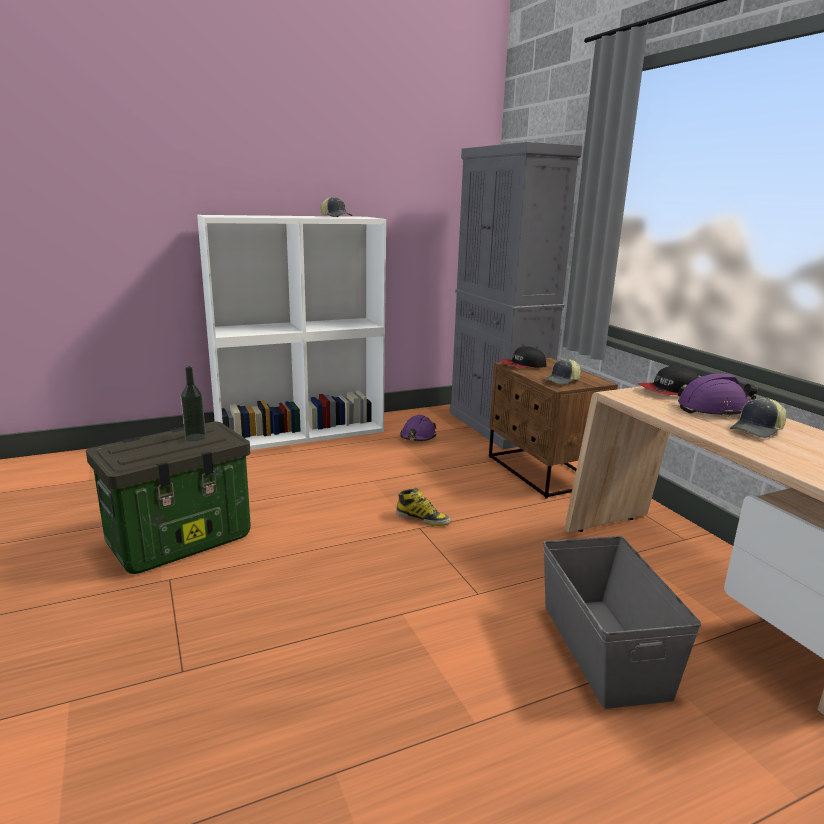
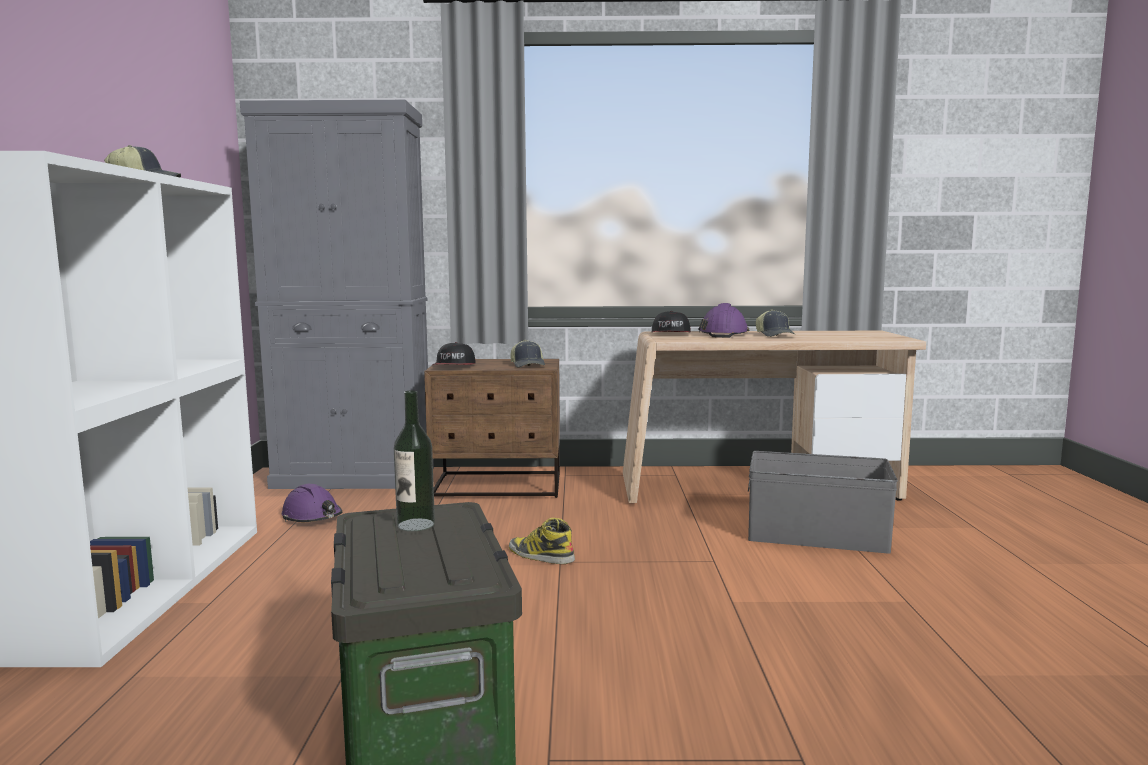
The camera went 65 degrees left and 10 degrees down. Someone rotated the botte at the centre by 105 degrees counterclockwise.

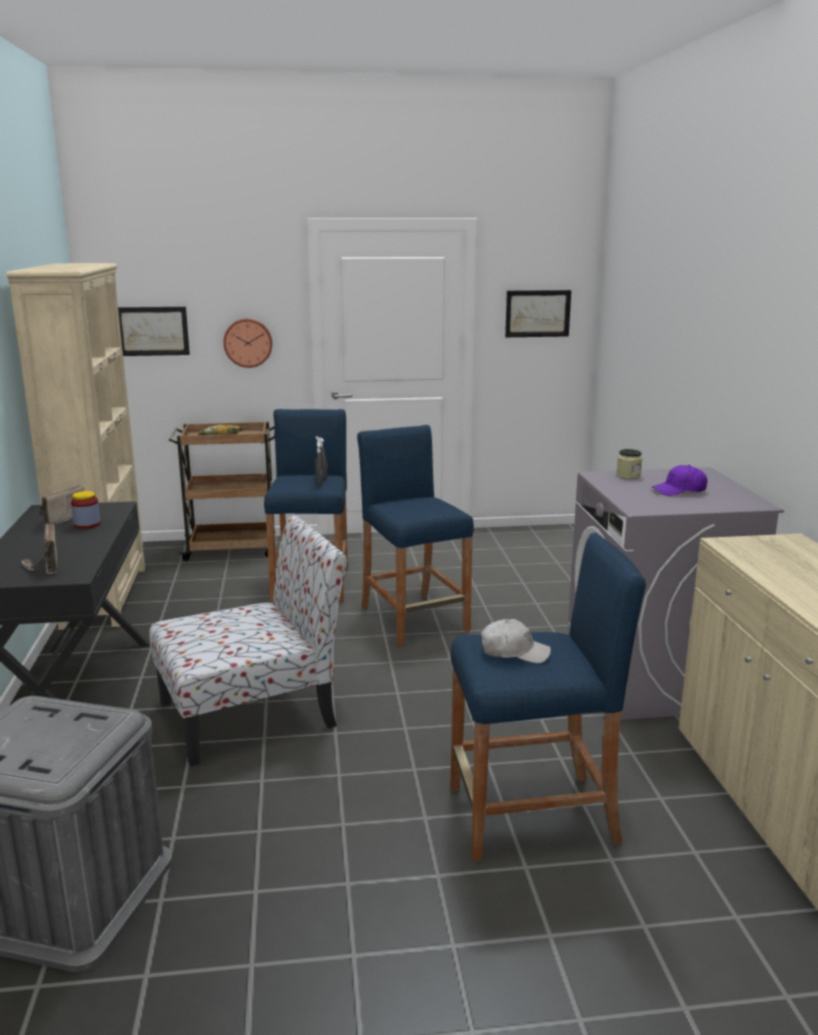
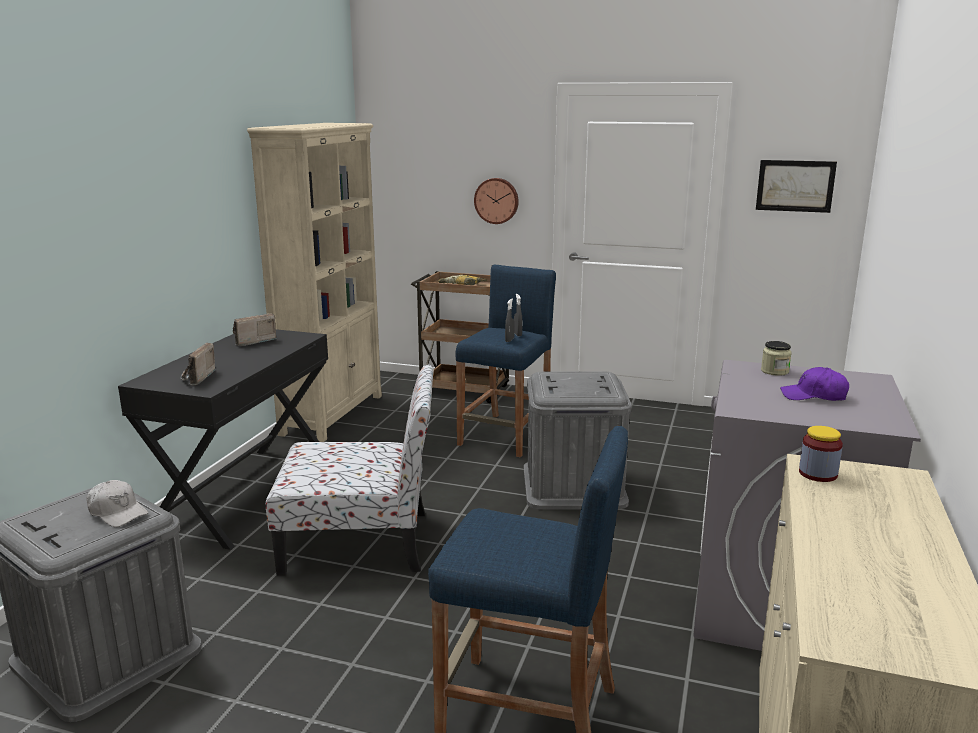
The camera went 25 degrees right and 0 degrees up. Someone carried the casquette [blanc] from the centre to the bottom left. Someone swapped the tabouret [bleu] (no. 2 from left) at the centre for the boîte de rangement [gris] (no. 2 from left) at the centre. Someone carried the bocal (no. 1 from left in the first image) from the middle left to the middle right. Someone took away the tableau (no. 1 from left) at the top left.

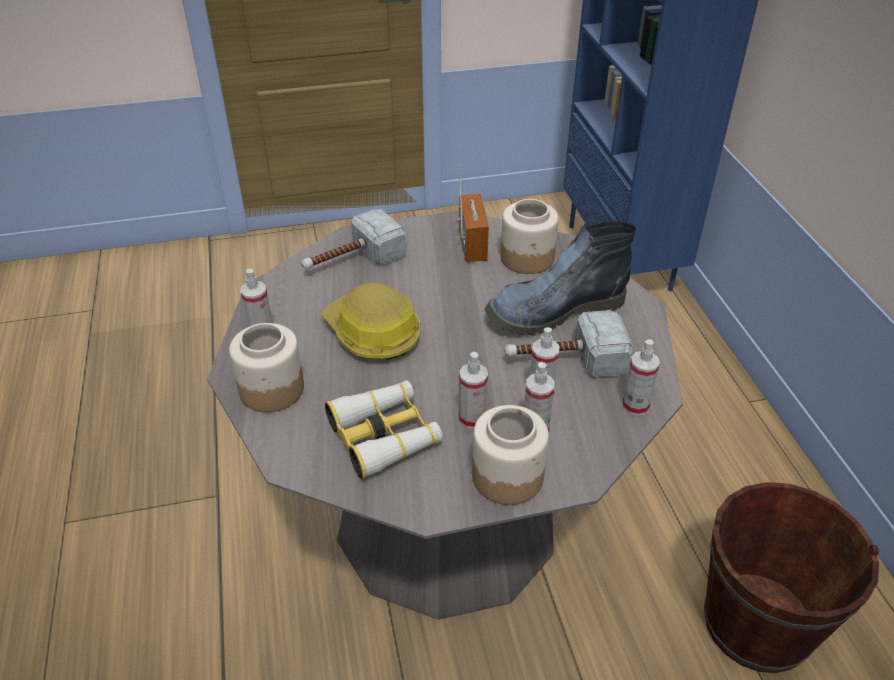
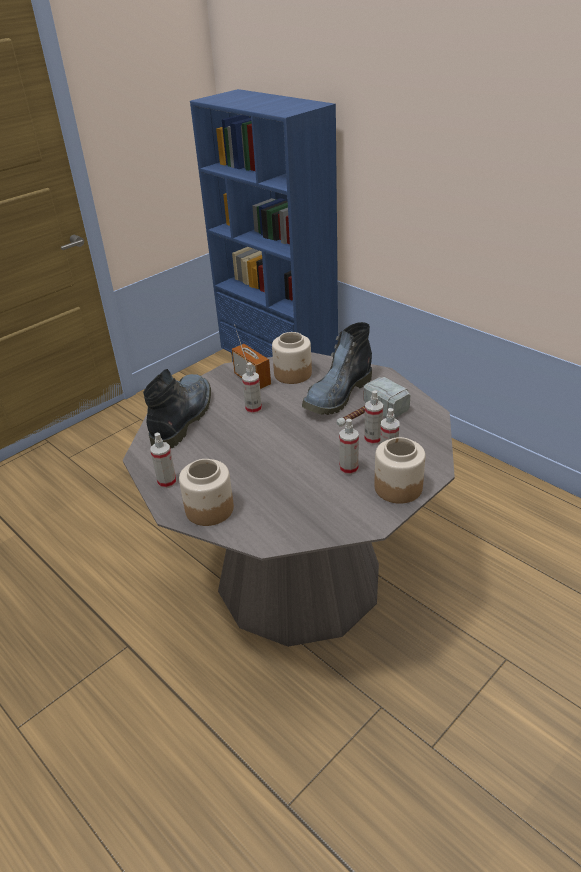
The camera went 30 degrees left and 5 degrees down. Someone swapped the marteau (no. 1 from left) at the centre for the botte (no. 1 from left) at the middle left. Someone carried the vaporisateur (no. 5 from left in the first image) from the middle right to the centre. Someone took away the casque de chantier at the centre. Someone took away the jumelles at the centre. Someone took away the seau [marron] at the bottom right.

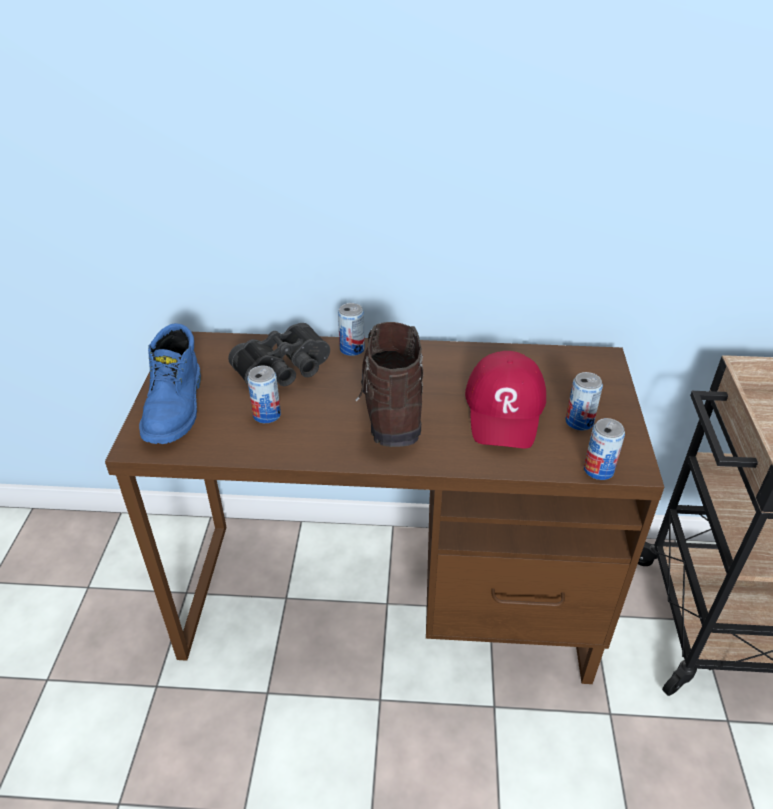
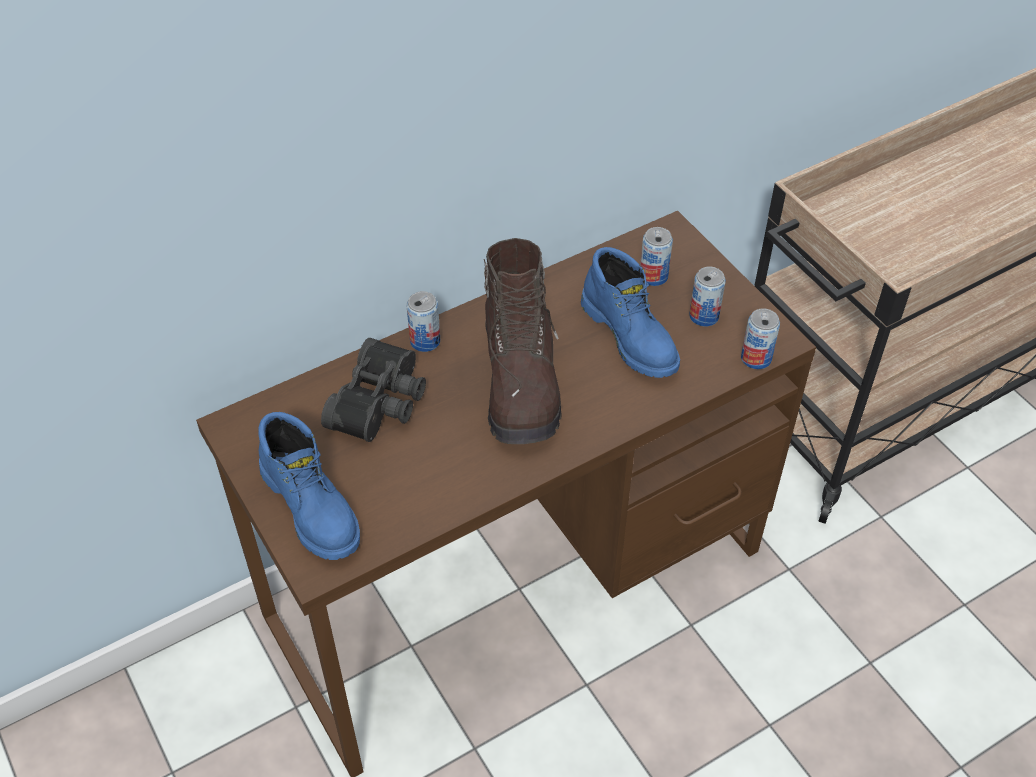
The camera went 35 degrees left and 10 degrees up. Someone rotated the botte [marron] at the centre by 150 degrees counterclockwise. Someone swapped the casquette [rouge] at the centre for the botte [bleu] (no. 2 from left) at the centre. Someone carried the boîte métallique (no. 1 from left in the first image) from the centre to the top centre.

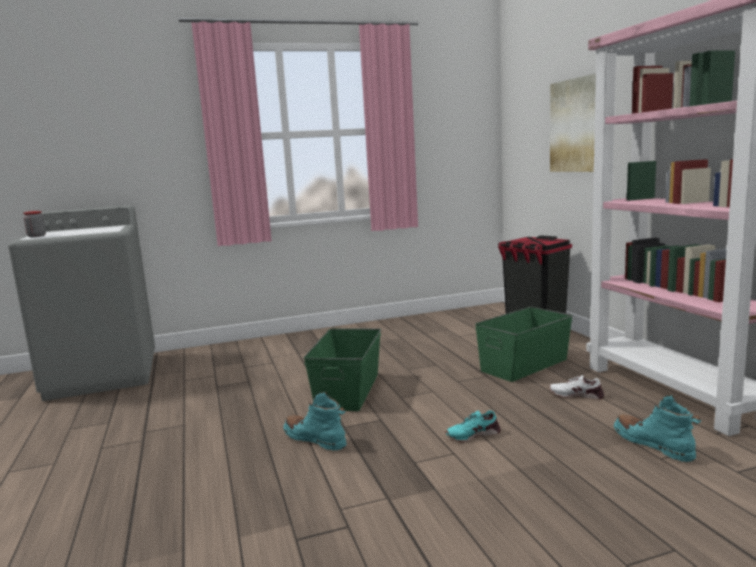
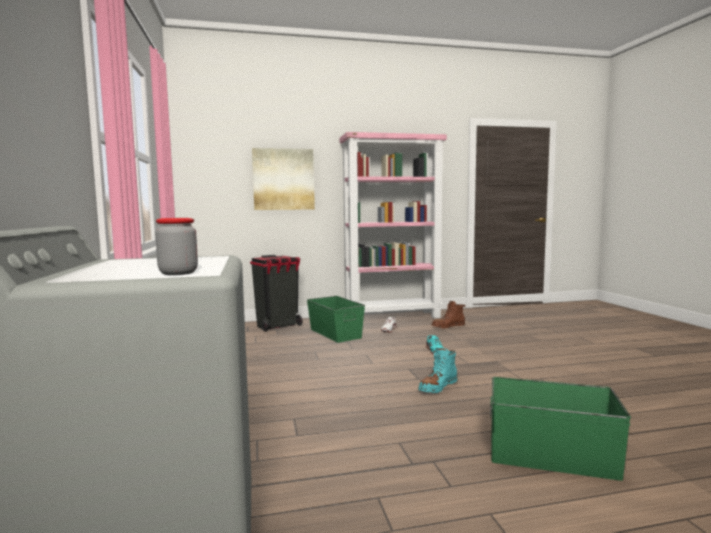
The camera went 85 degrees left and 5 degrees down. Someone repainted the botte [turquoise] (no. 2 from left) at the bottom right, which became the botte [marron] at the centre. Someone carried the boîte de rangement [vert] (no. 1 from left in the first image) from the centre to the bottom right.

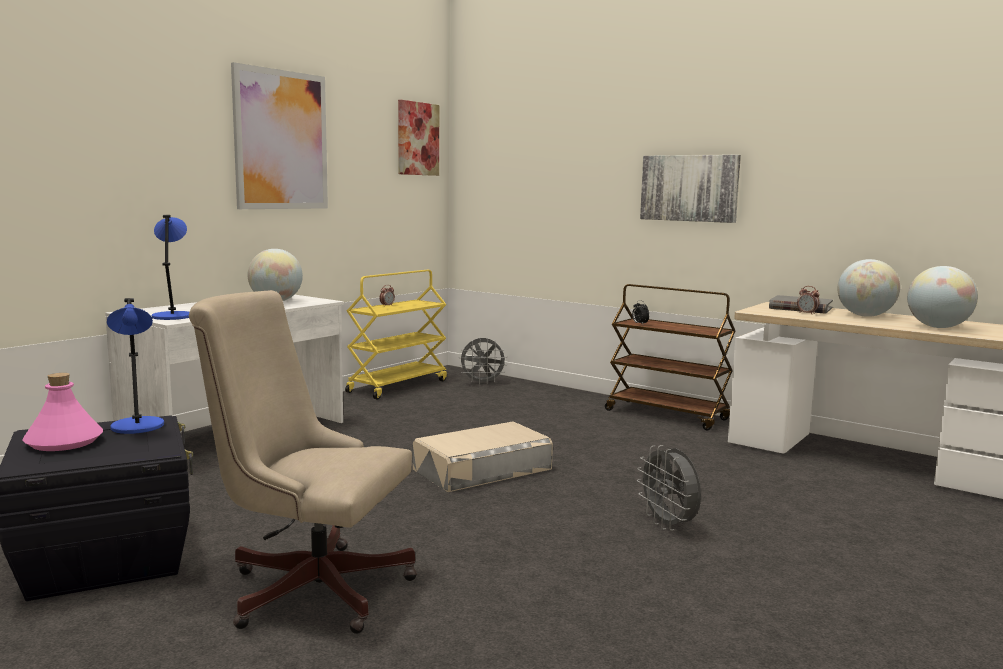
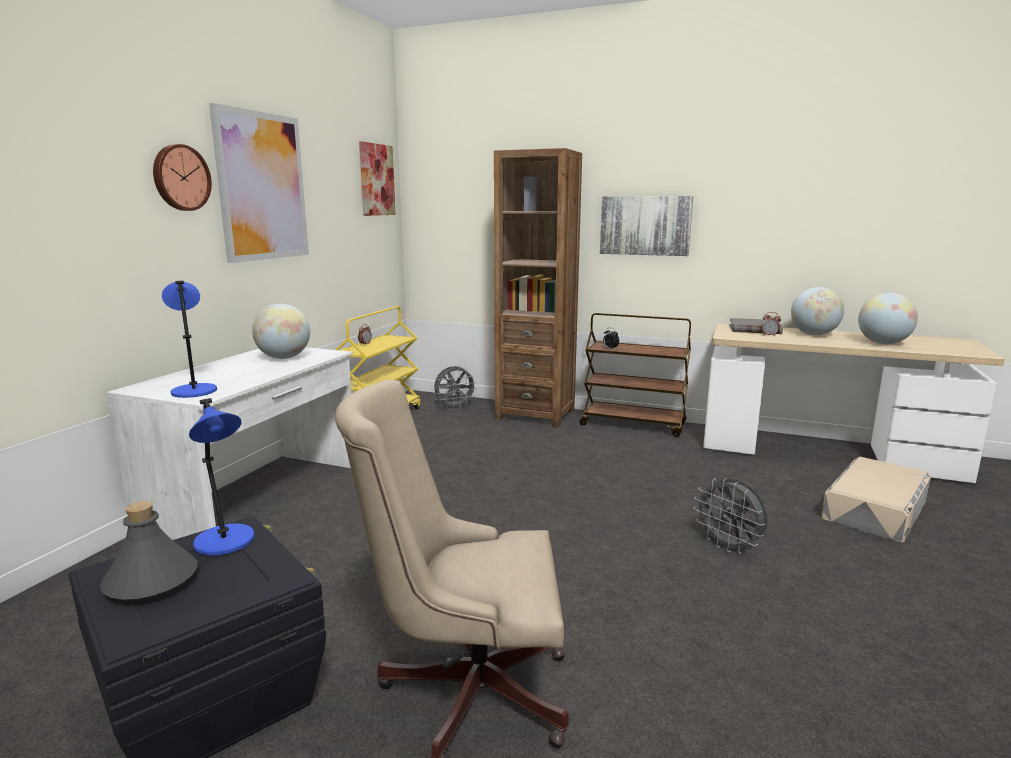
The camera went 15 degrees left and 5 degrees up. Someone repainted the bouteille [rose] at the middle left, which became the bouteille [gris] at the bottom left. Someone put up the horloge murale at the top left. Someone put down the bibliothèque [marron] at the centre. Someone carried the boîte de rangement [beige] from the bottom centre to the middle right.

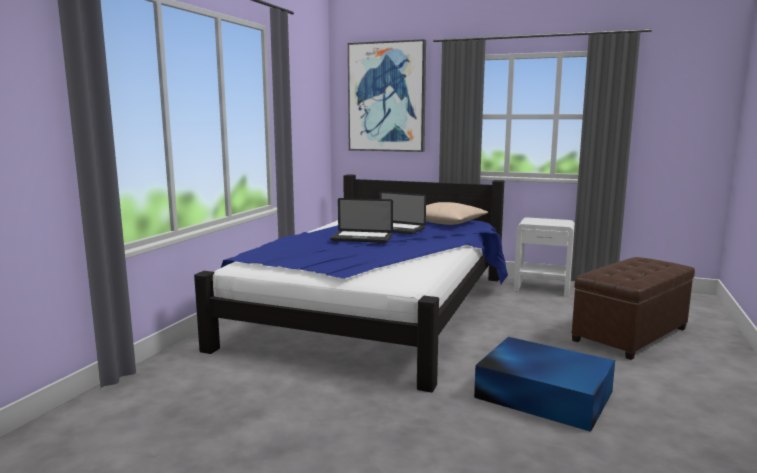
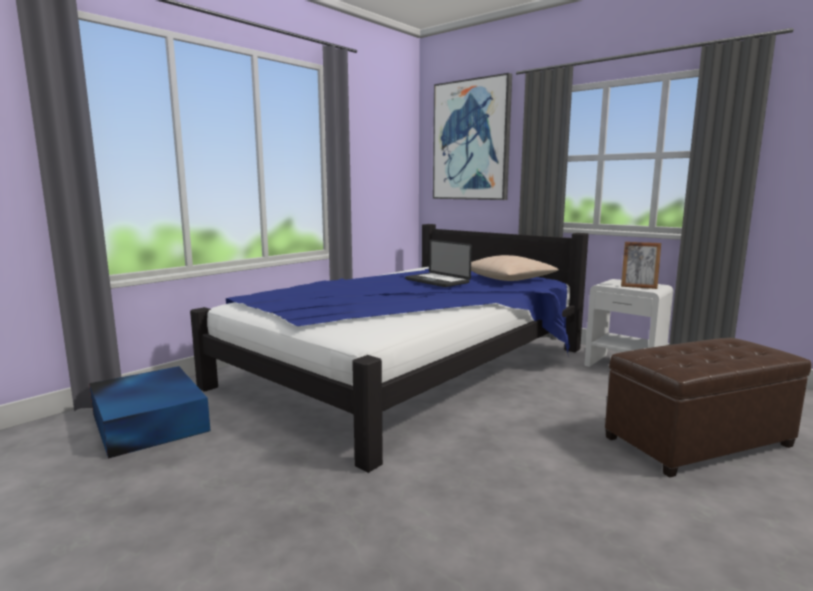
The camera went 20 degrees right and 0 degrees up. Someone carried the boîte de rangement [bleu] from the bottom right to the bottom left. Someone put down the cadre photo at the middle right. Someone took away the ordinateur portable (no. 1 from left) at the centre.

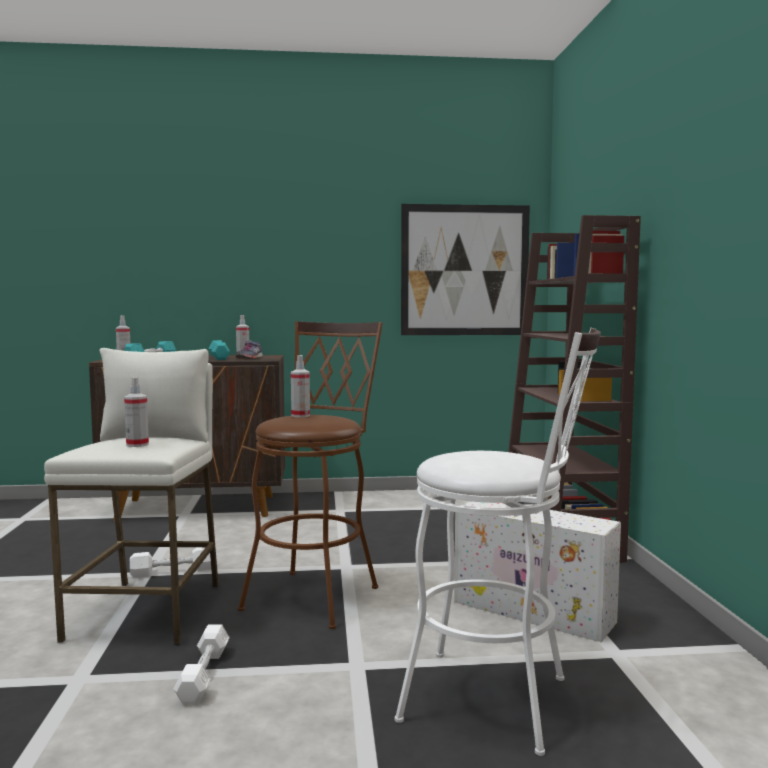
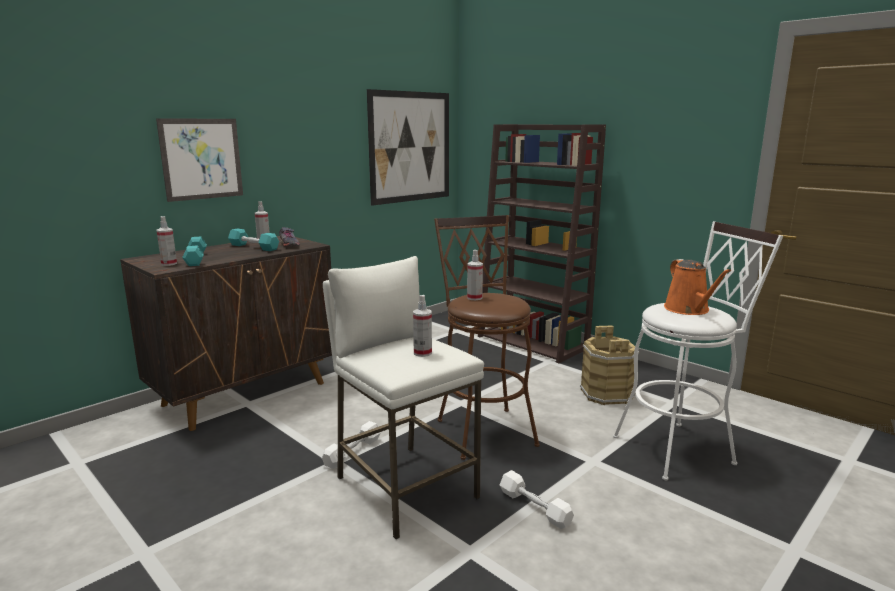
The camera went 40 degrees left and 10 degrees up. Someone put up the tableau (no. 1 from left) at the top left. Someone swapped the boîte de rangement [blanc] at the bottom right for the seau [marron] at the middle right. Someone put down the arrosoir [orange] at the middle right.

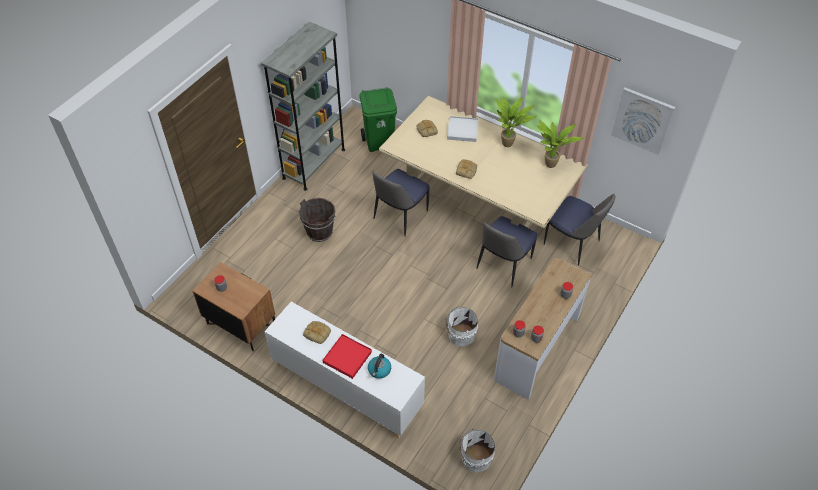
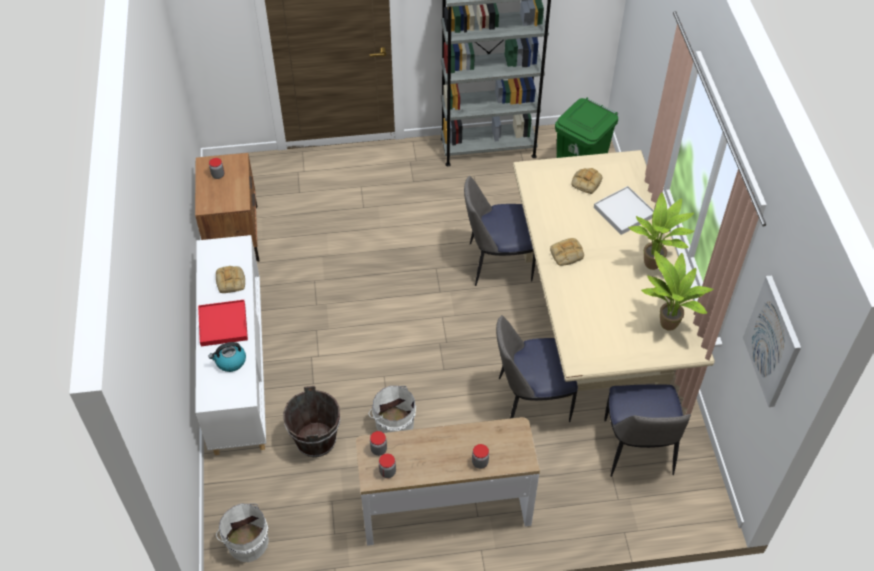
The camera went 50 degrees right and 0 degrees up. Someone carried the seau [marron] from the centre to the bottom centre.

